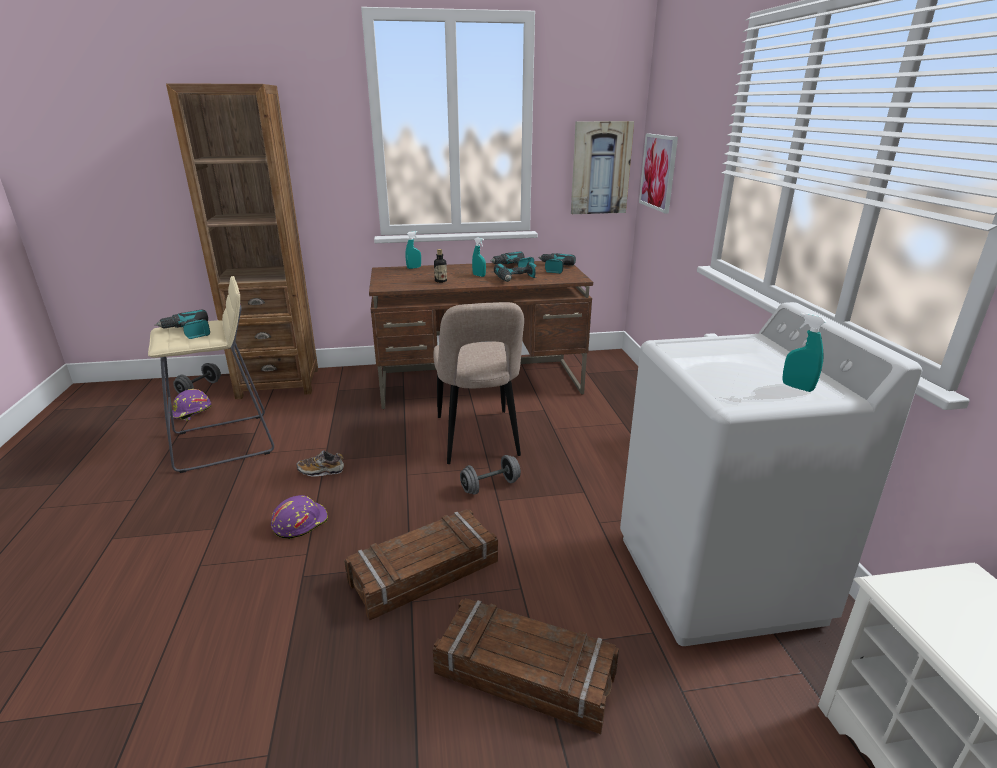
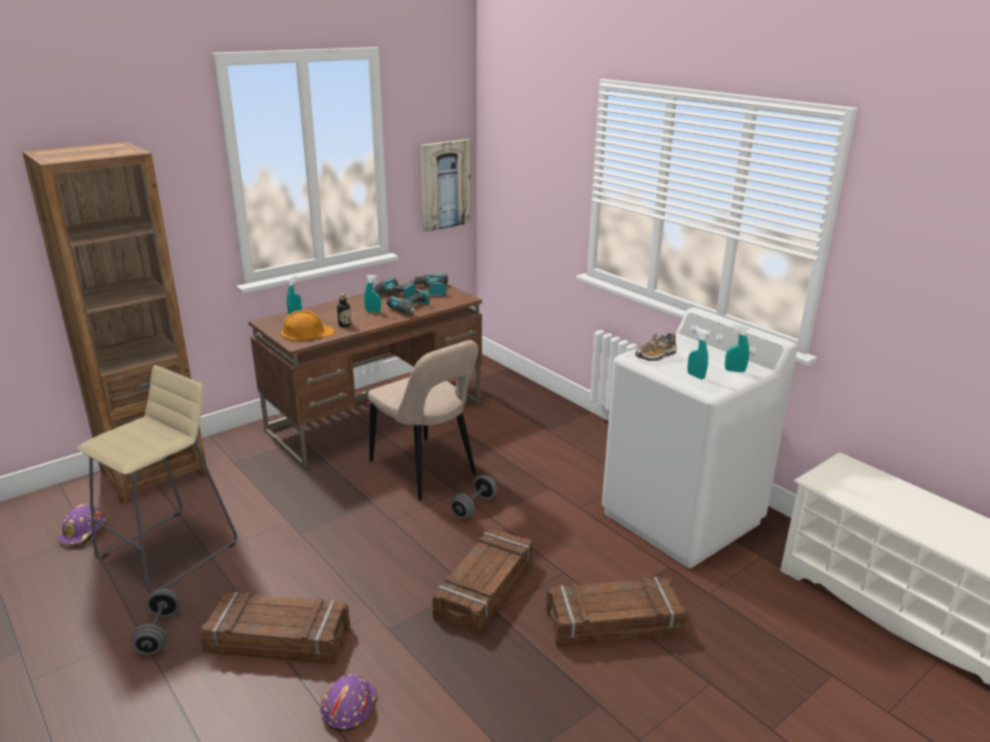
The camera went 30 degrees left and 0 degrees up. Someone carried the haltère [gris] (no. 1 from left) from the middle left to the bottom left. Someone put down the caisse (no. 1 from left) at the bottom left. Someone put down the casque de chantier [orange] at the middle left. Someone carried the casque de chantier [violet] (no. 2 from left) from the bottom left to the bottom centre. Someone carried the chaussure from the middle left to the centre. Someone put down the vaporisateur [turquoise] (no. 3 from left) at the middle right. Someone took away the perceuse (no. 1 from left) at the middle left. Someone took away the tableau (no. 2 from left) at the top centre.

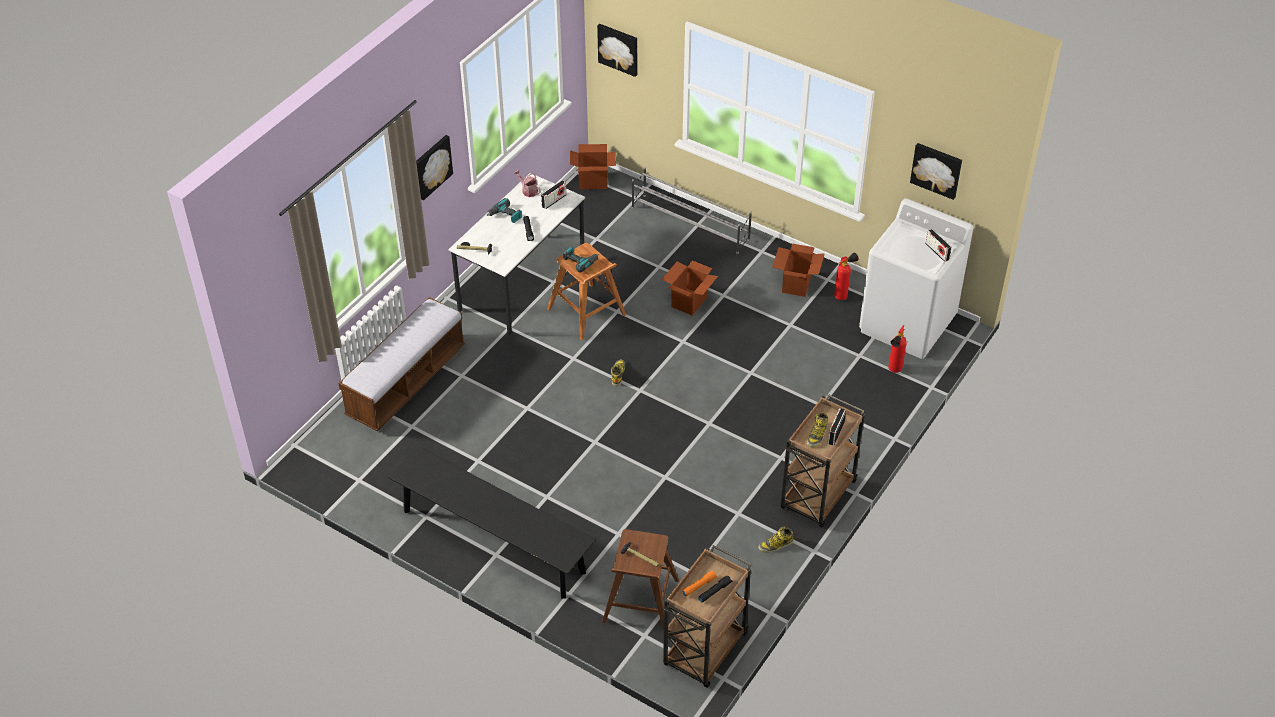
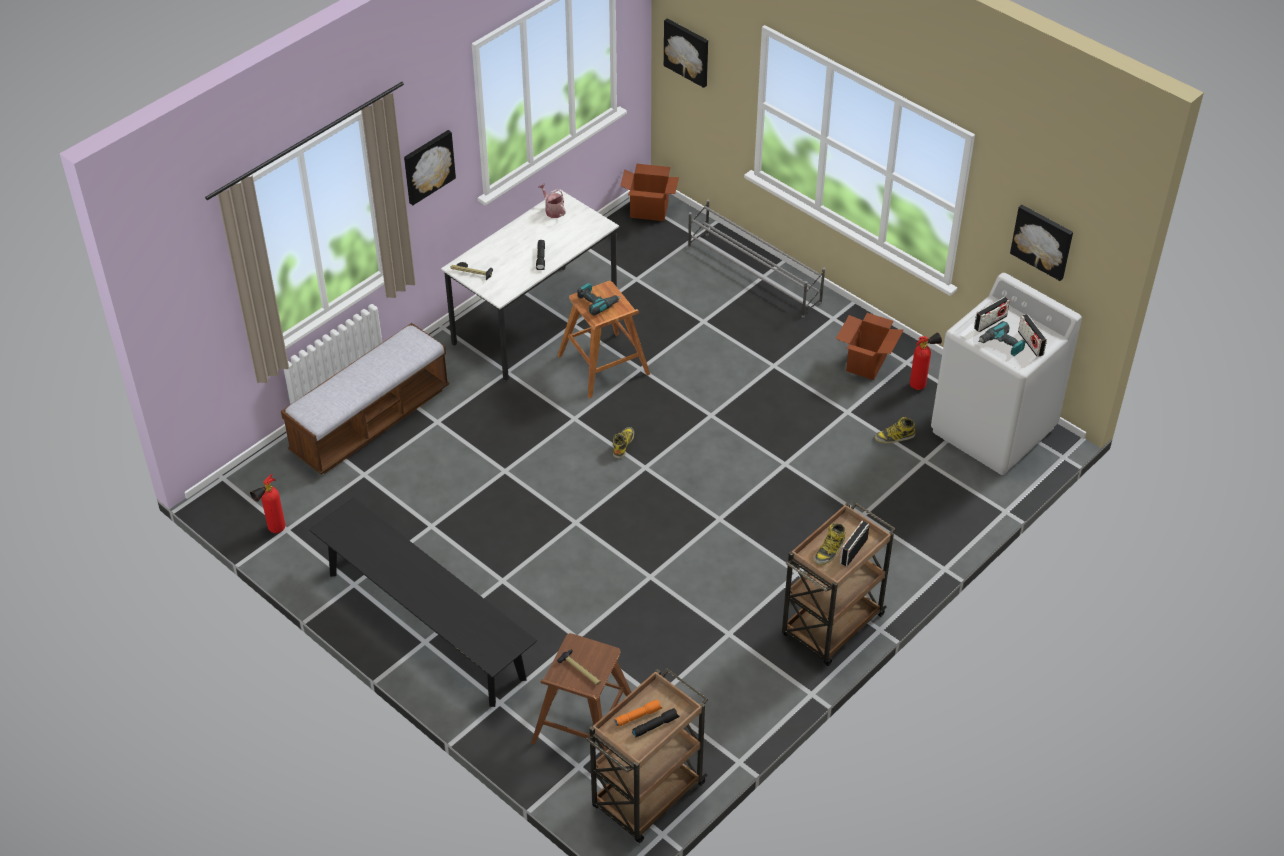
The camera went 10 degrees right and 0 degrees up. Someone carried the extincteur (no. 2 from left in the first image) from the middle right to the middle left. Someone carried the botte (no. 2 from left in the first image) from the bottom centre to the middle right. Someone carried the radio (no. 1 from left in the first image) from the top centre to the middle right. Someone carried the perceuse (no. 1 from left in the first image) from the top centre to the middle right. Someone took away the carton (no. 2 from left) at the centre.

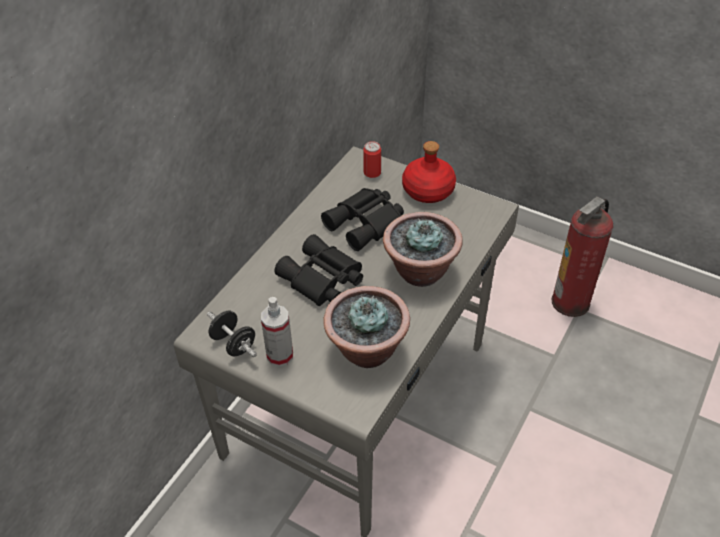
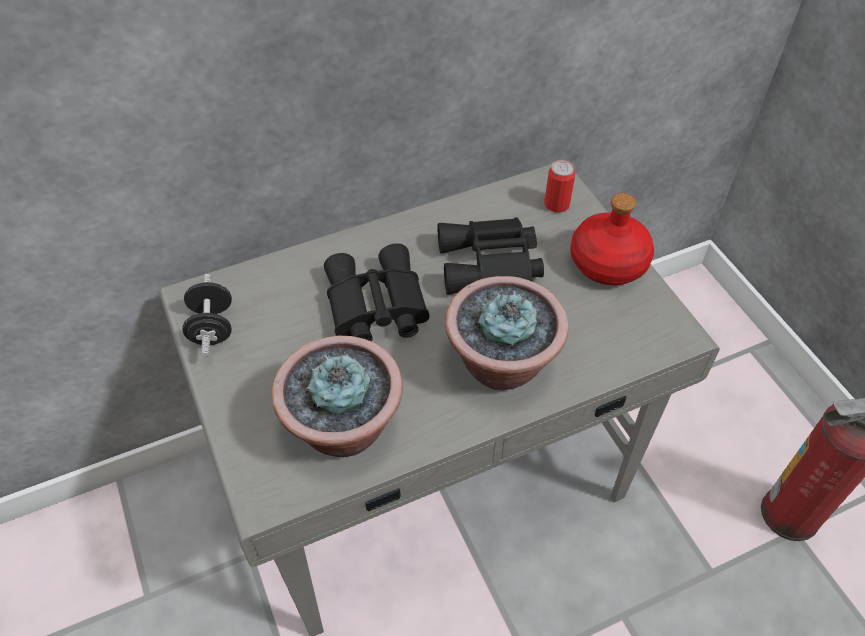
The camera went 35 degrees right and 5 degrees up. Someone took away the vaporisateur at the centre.

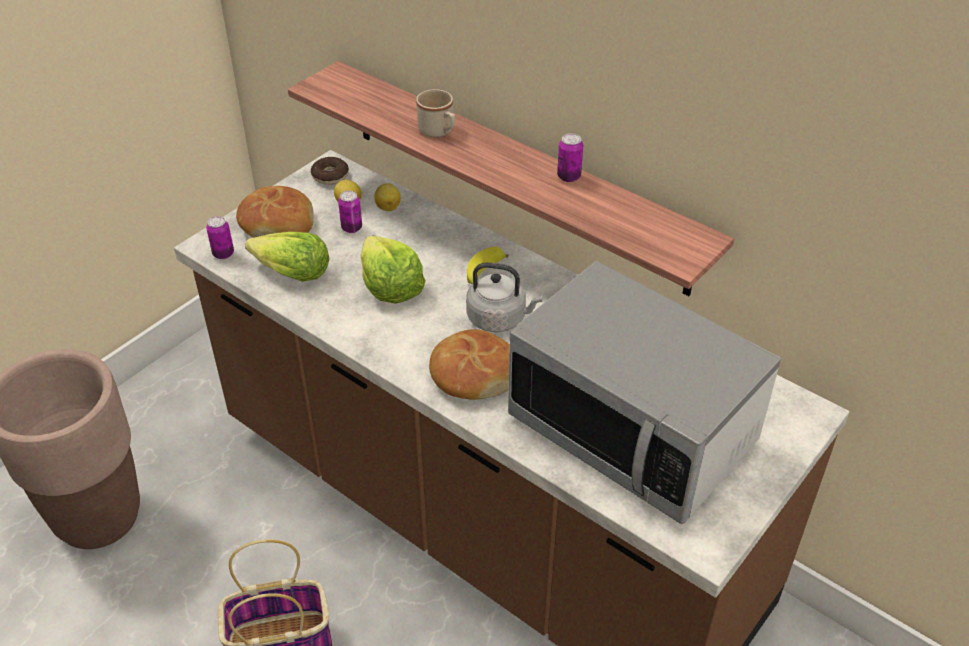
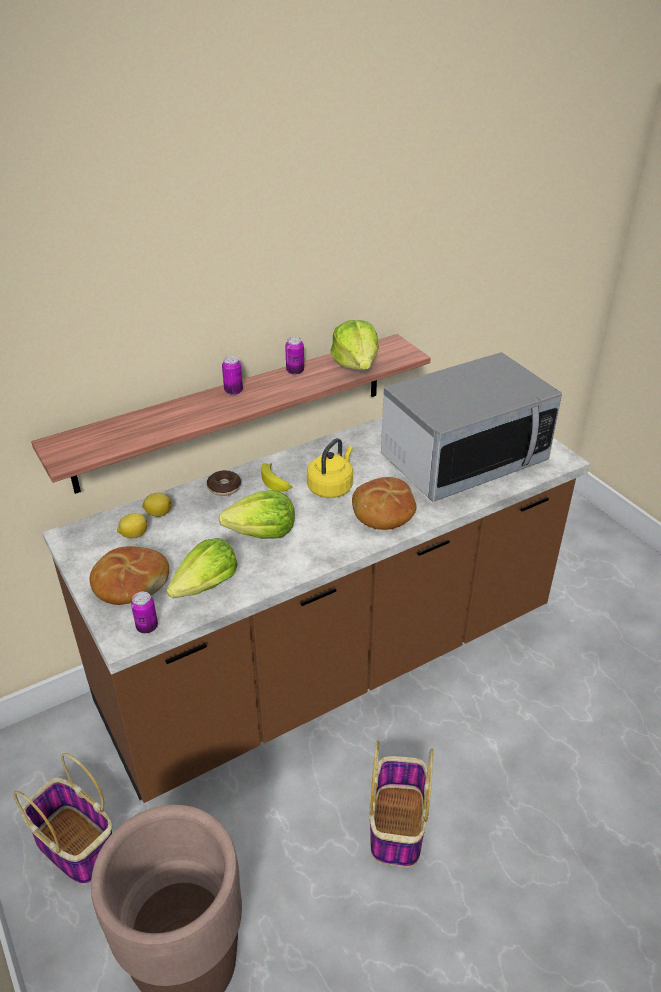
The camera went 70 degrees left and 5 degrees down. Someone put down the panier (no. 1 from left) at the bottom left. Someone carried the beignet from the top centre to the centre. Someone carried the boîte métallique (no. 2 from left) from the top centre to the centre. Someone repainted the bouilloire [gris] at the centre, which became the bouilloire [jaune] at the centre. Someone put down the laitue (no. 3 from left) at the centre. Someone took away the mug [beige] at the top centre.

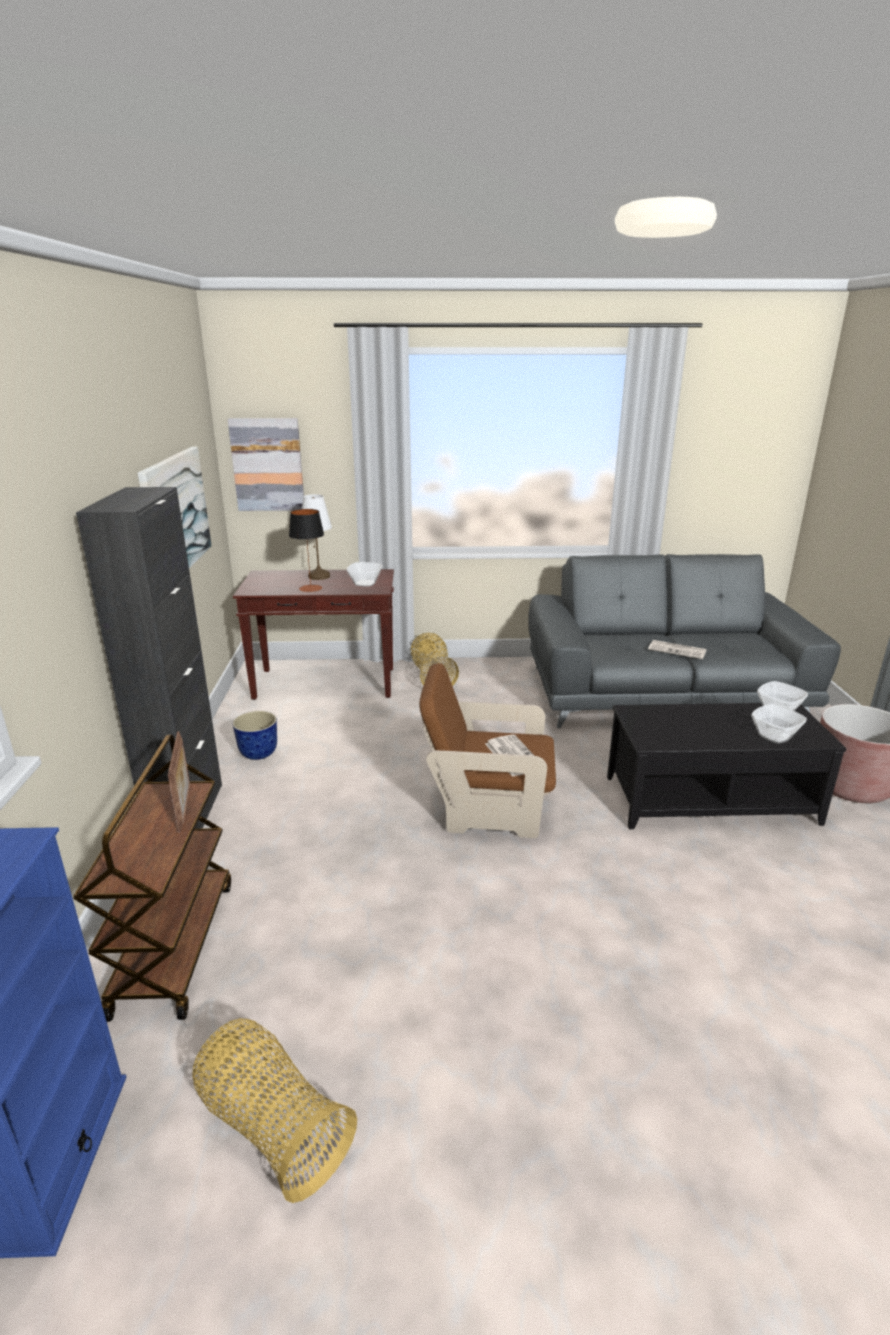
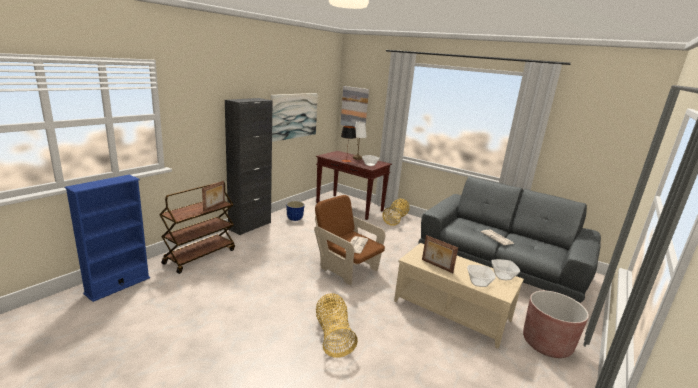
The camera went 35 degrees right and 5 degrees down. Someone carried the panier (no. 1 from left) from the bottom left to the bottom centre. Someone repainted the table basse [noir] at the middle right, which became the table basse [beige] at the bottom centre. Someone put down the cadre photo (no. 2 from left) at the centre.

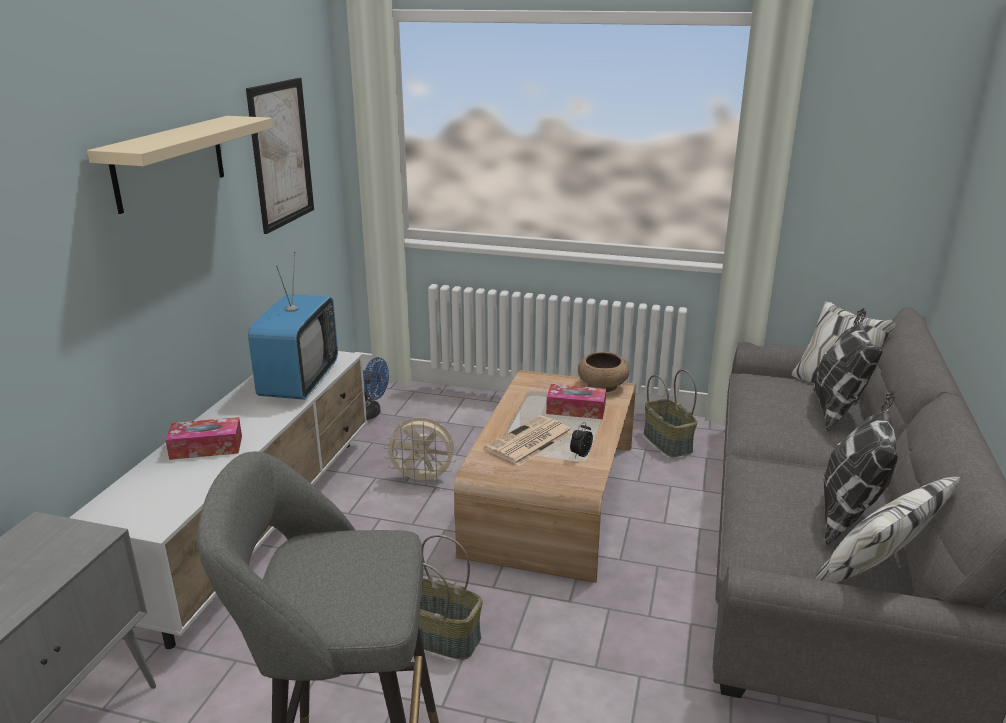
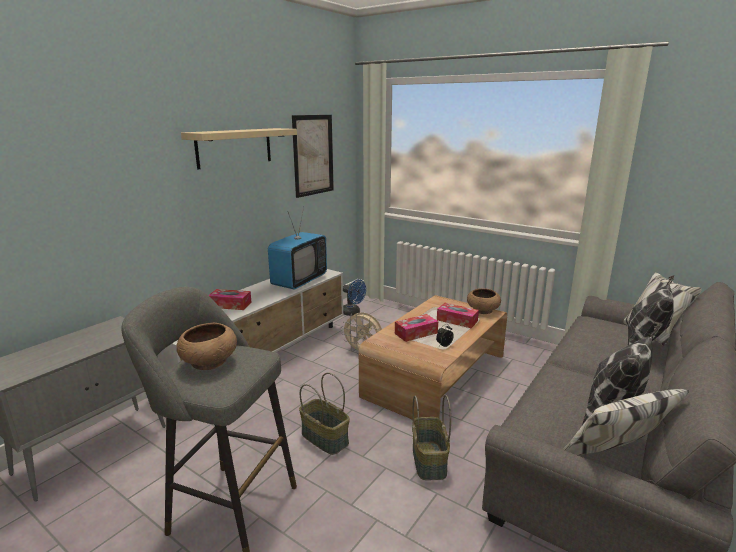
The camera went 20 degrees right and 5 degrees down. Someone put down the bol [marron] (no. 1 from left) at the middle left. Someone swapped the journal at the centre for the boîte à mouchoirs (no. 2 from left) at the centre. Someone carried the panier (no. 2 from left) from the centre to the bottom centre.

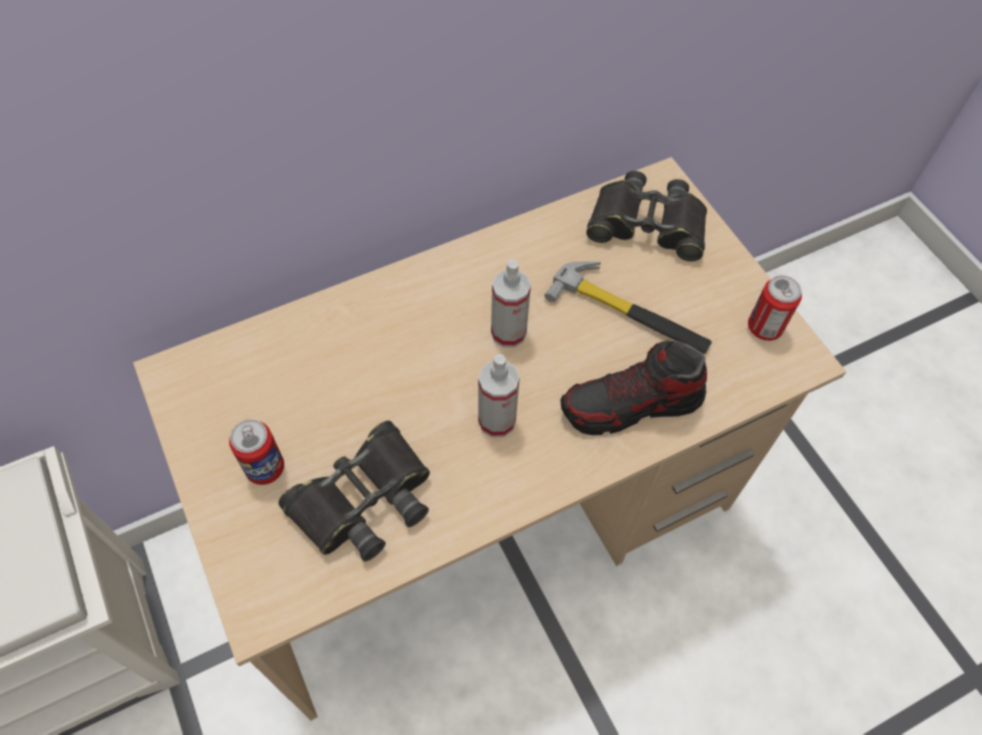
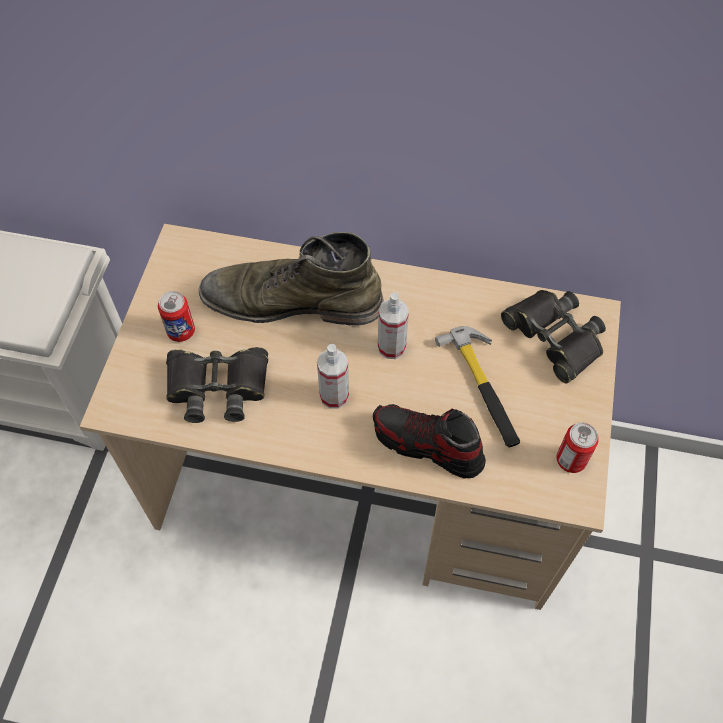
The camera went 40 degrees right and 0 degrees up. Someone put down the botte [vert] at the centre.

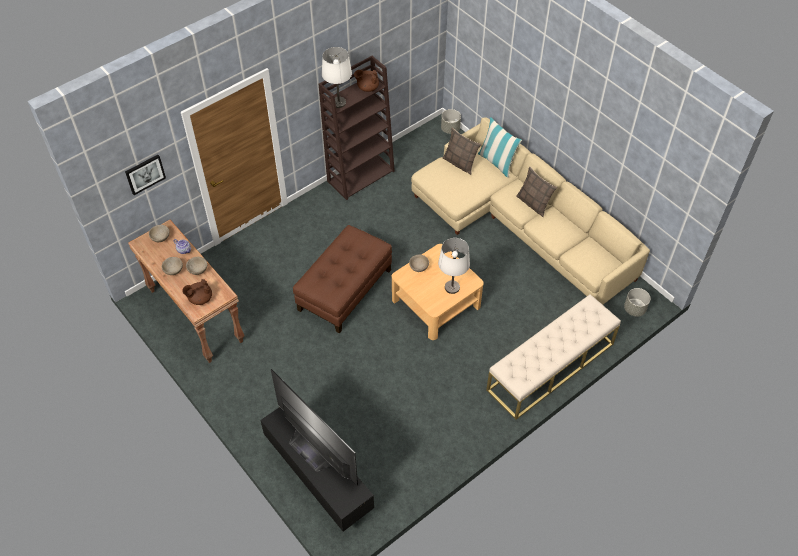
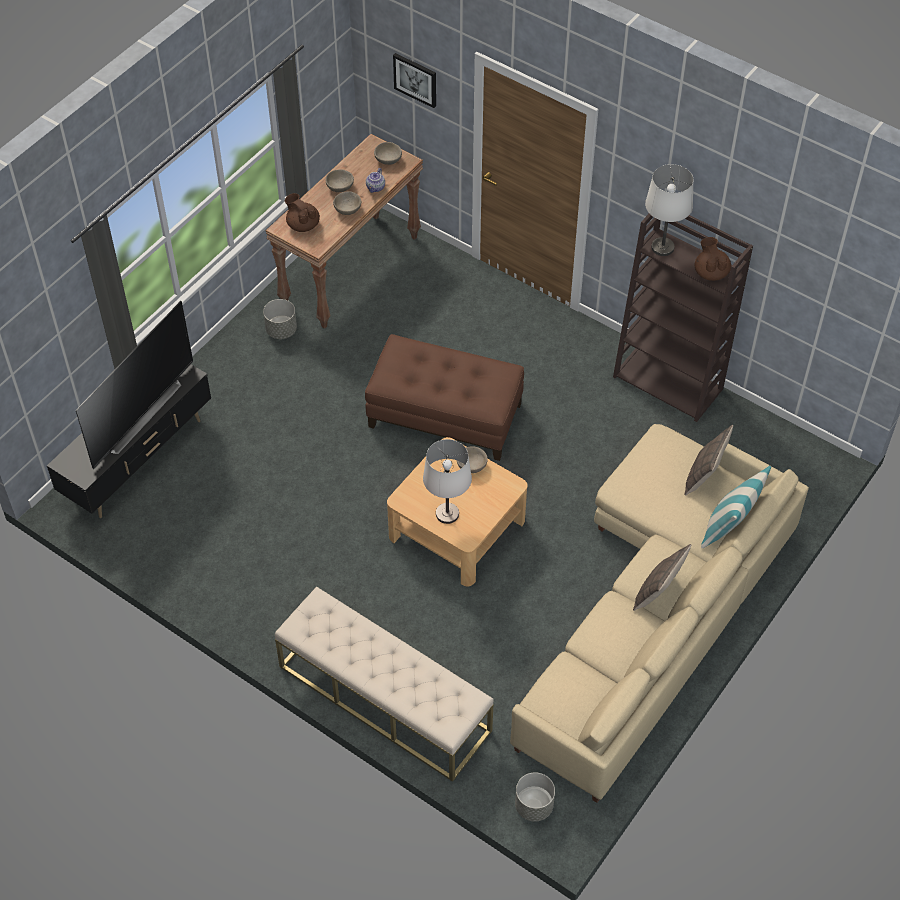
The camera went 75 degrees right and 0 degrees up. Someone carried the cache-pot [gris] (no. 1 from left) from the top centre to the middle left.

